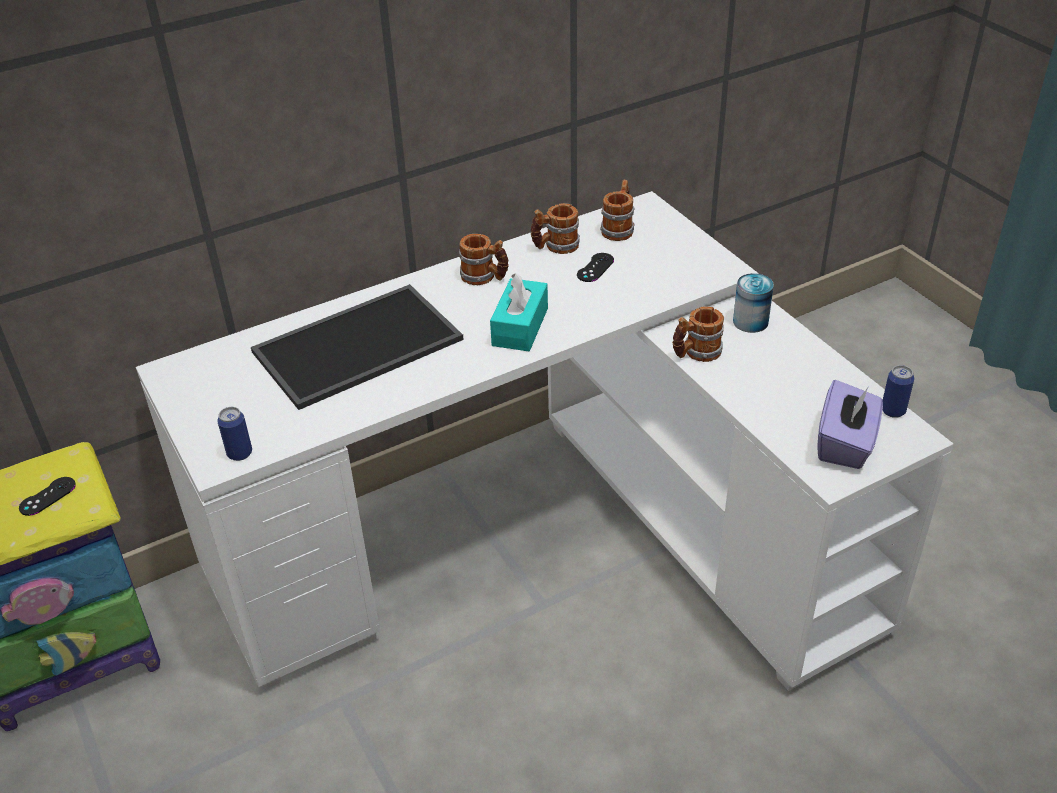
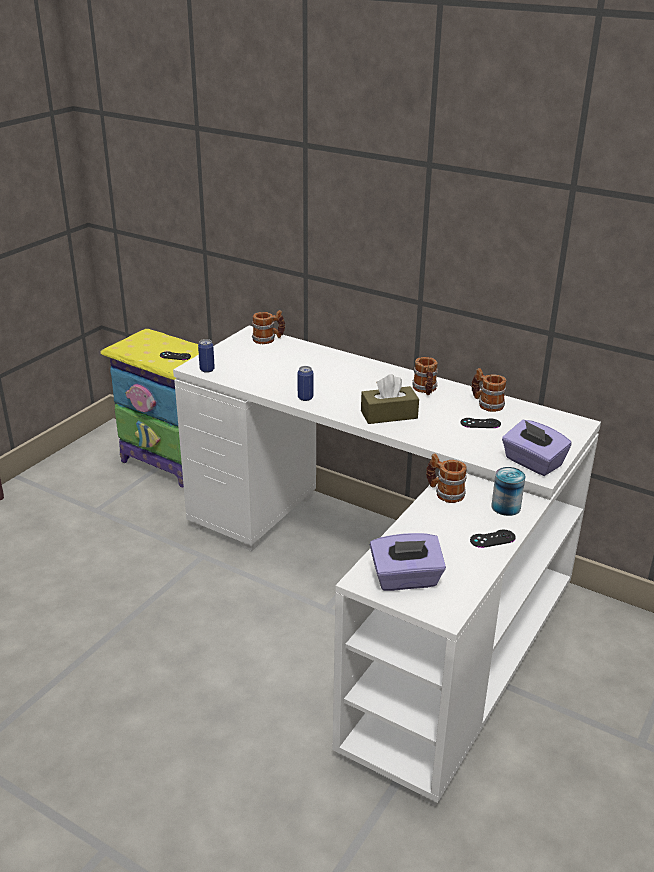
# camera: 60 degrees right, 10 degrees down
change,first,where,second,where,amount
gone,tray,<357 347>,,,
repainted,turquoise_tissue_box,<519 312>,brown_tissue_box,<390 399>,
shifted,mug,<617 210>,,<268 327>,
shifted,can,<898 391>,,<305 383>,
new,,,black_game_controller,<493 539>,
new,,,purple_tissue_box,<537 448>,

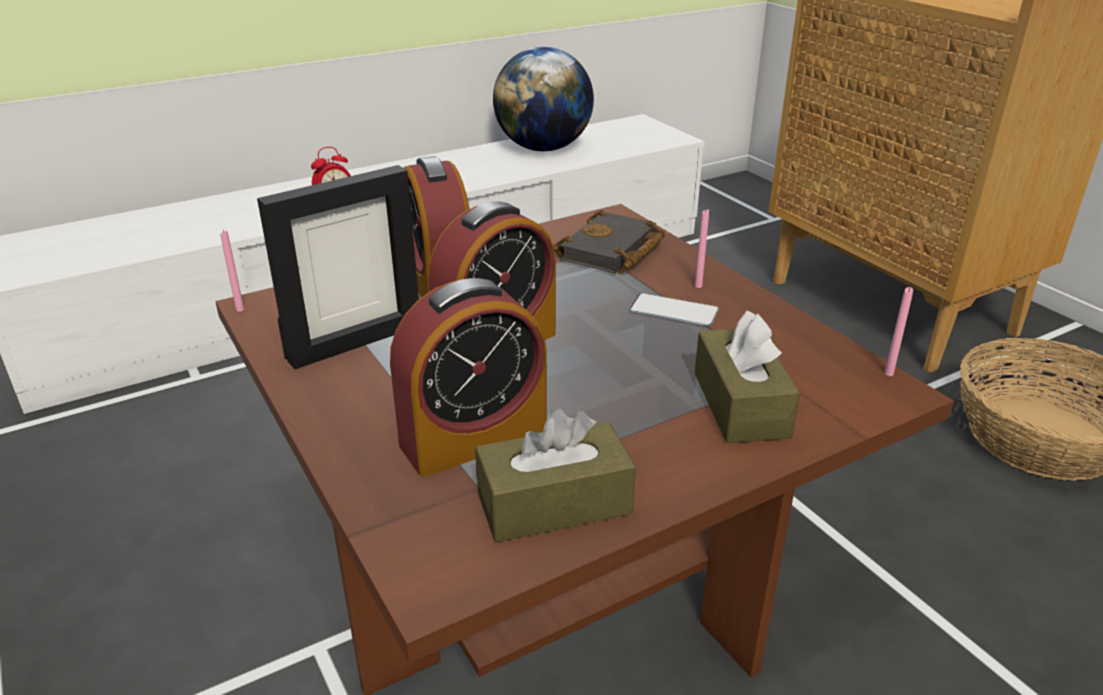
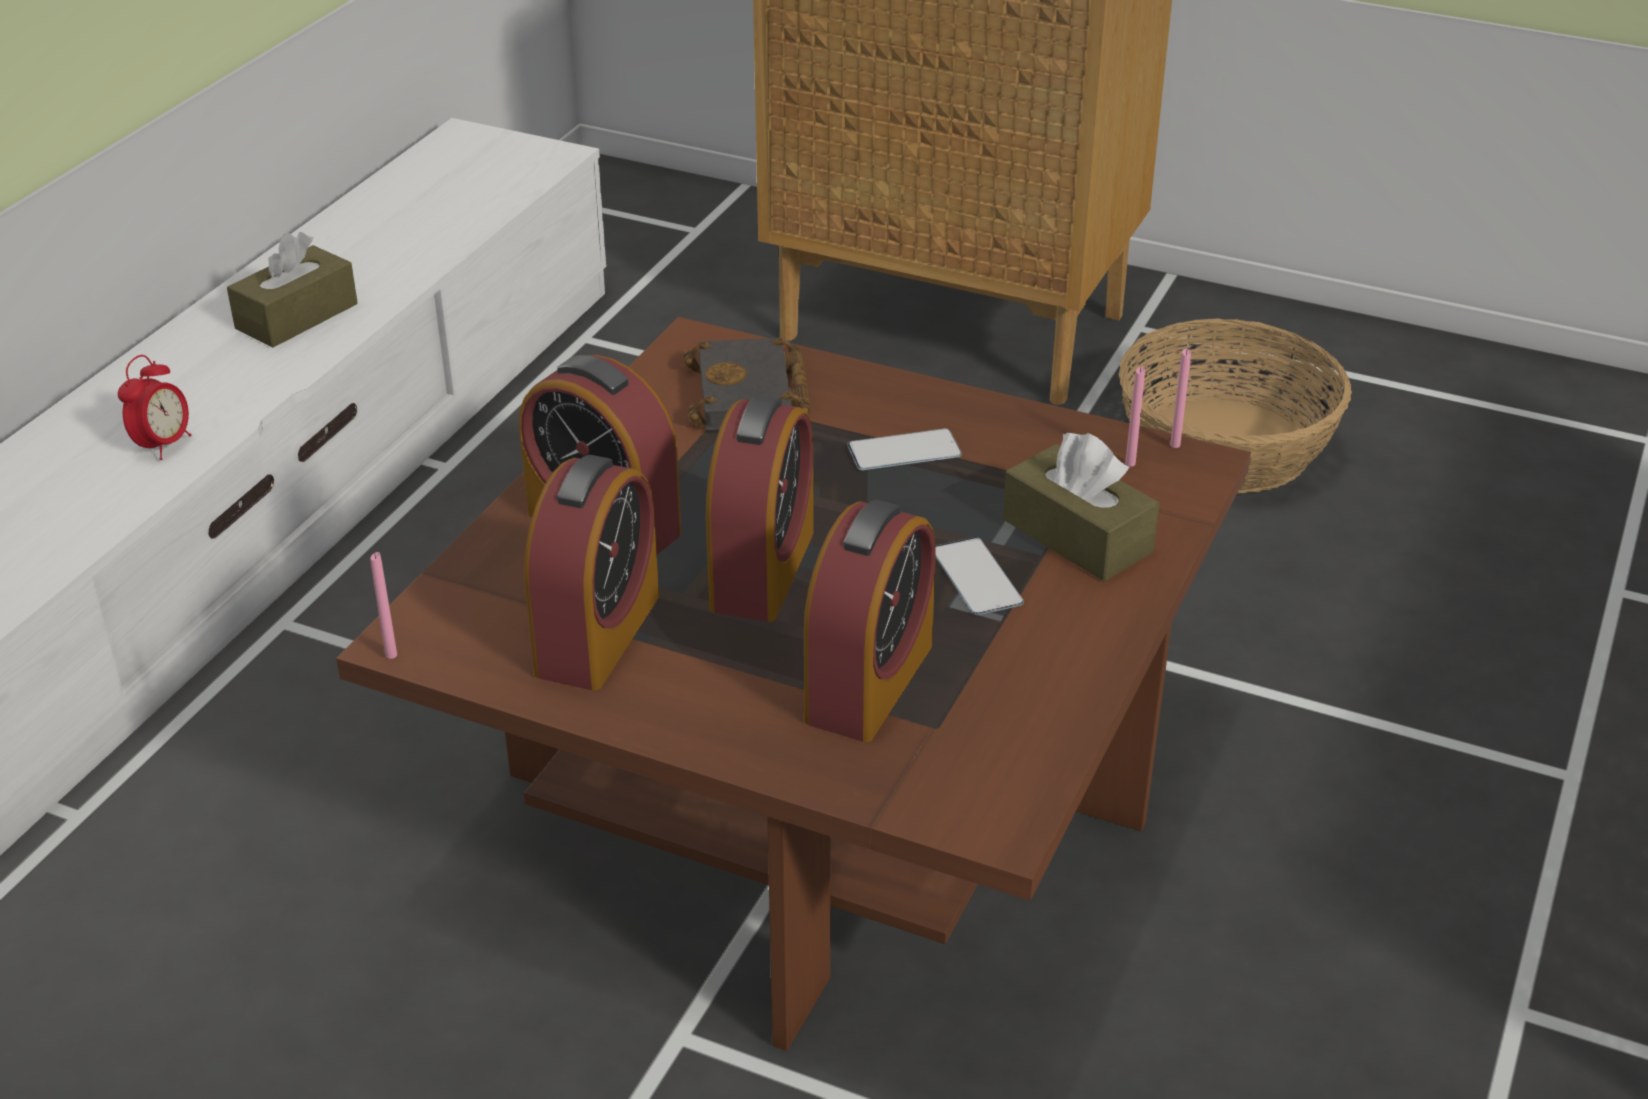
# camera: 35 degrees left, 5 degrees up
change,first,where,second,where,amount
swapped,picture_frame,<338 267>,alarm_clock,<591 573>,
shifted,brown_tissue_box,<555 476>,,<292 289>,
gone,globe,<543 99>,,,
shifted,pink_candle,<702 248>,,<1135 417>,
new,,,phone,<979 576>,

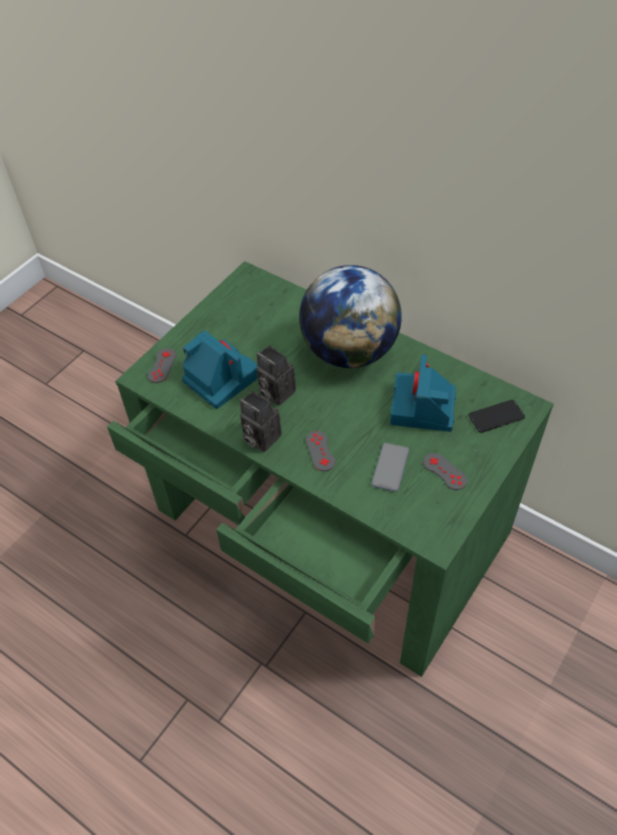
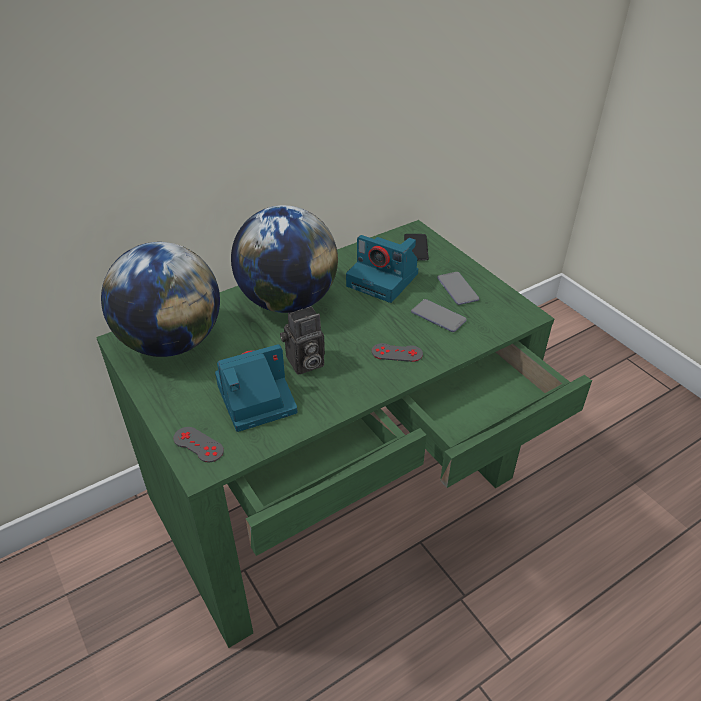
# camera: 70 degrees left, 10 degrees down
change,first,where,second,where,amount
gone,photo_camera,<261 421>,,,
swapped,grey_game_controller,<445 471>,phone,<458 288>,
new,,,globe,<160 299>,

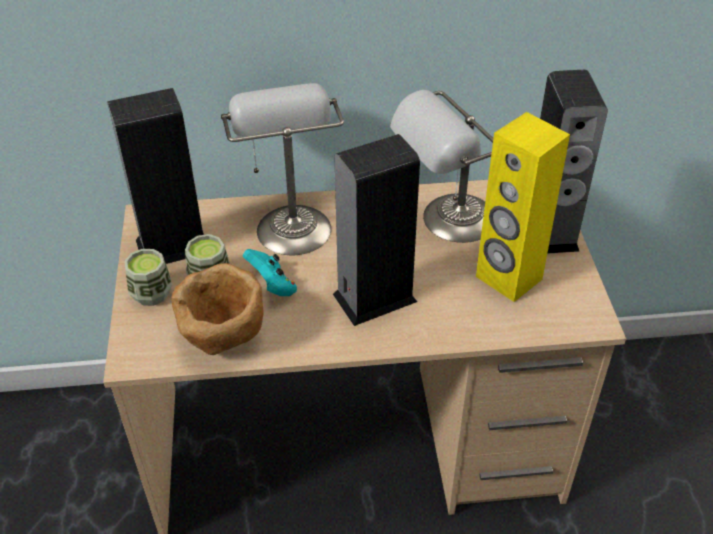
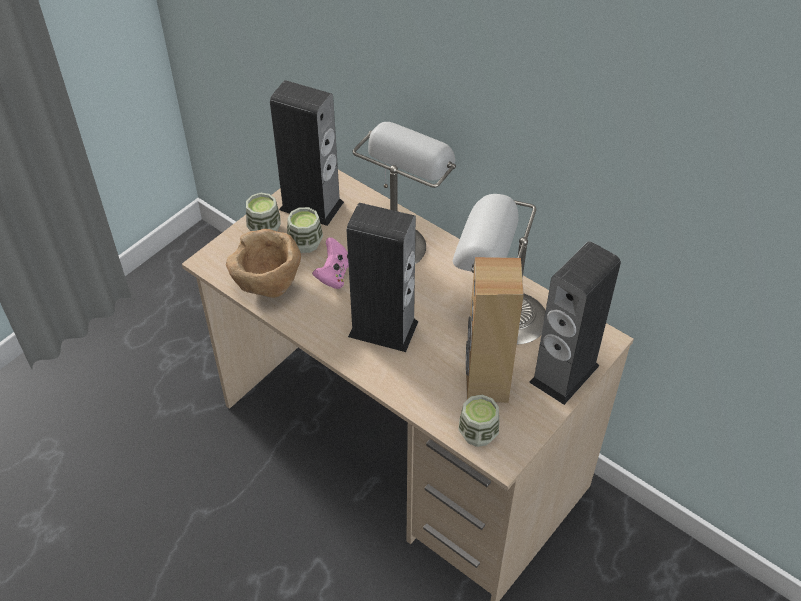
# camera: 45 degrees right, 5 degrees up
change,first,where,second,where,amount
repainted,turquoise_game_controller,<270 272>,pink_game_controller,<330 263>,
repainted,yellow_speaker,<523 207>,brown_speaker,<495 330>,
new,,,cup,<478 421>,

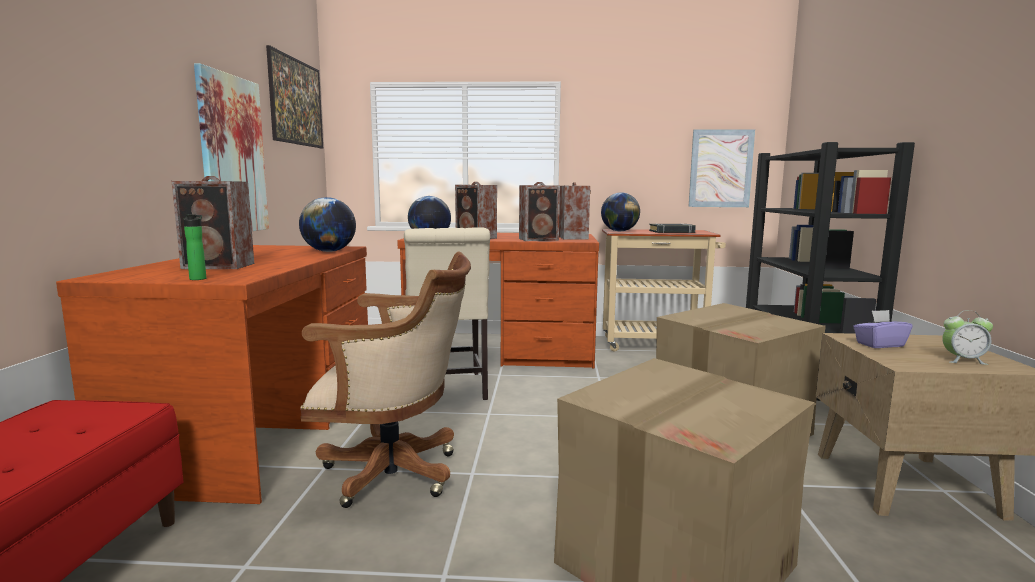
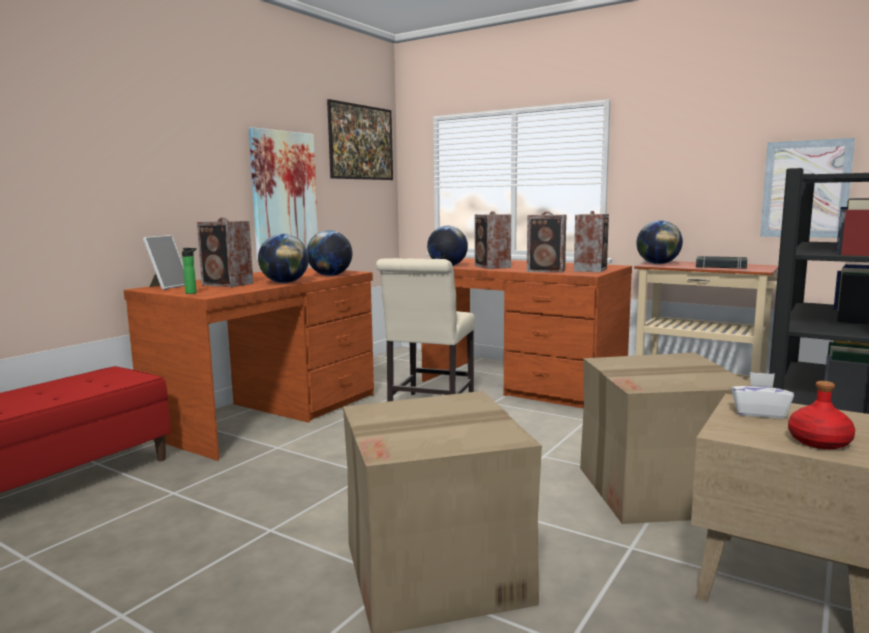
# camera: 30 degrees right, 0 degrees up
change,first,where,second,where,amount
gone,office_chair,<385 380>,,,
repainted,purple_tissue_box,<883 329>,white_tissue_box,<762 395>,
swapped,alarm_clock,<967 337>,red_bottle,<821 415>,
new,,,picture_frame,<164 262>,
new,,,globe,<283 258>,

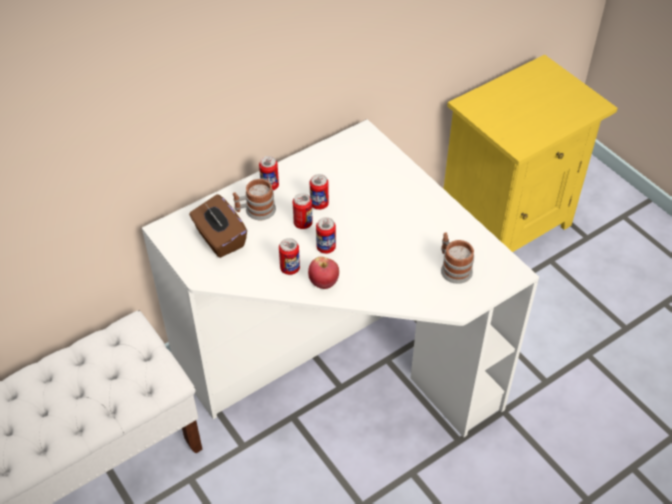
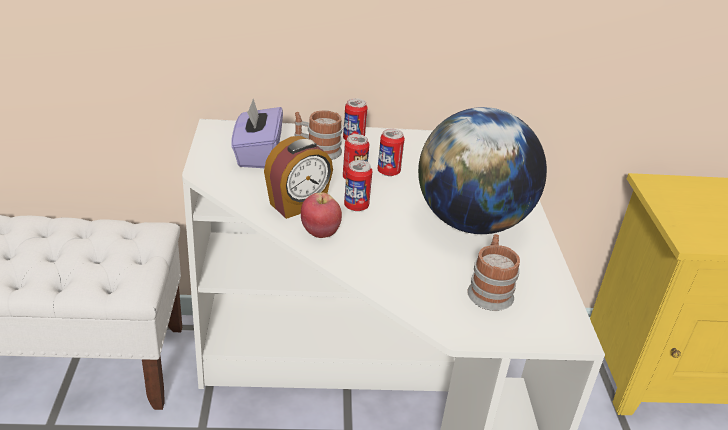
# camera: 30 degrees right, 15 degrees down
change,first,where,second,where,amount
repainted,brown_tissue_box,<218 226>,purple_tissue_box,<257 133>,
swapped,can,<289 256>,alarm_clock,<298 177>,
new,,,globe,<482 170>,

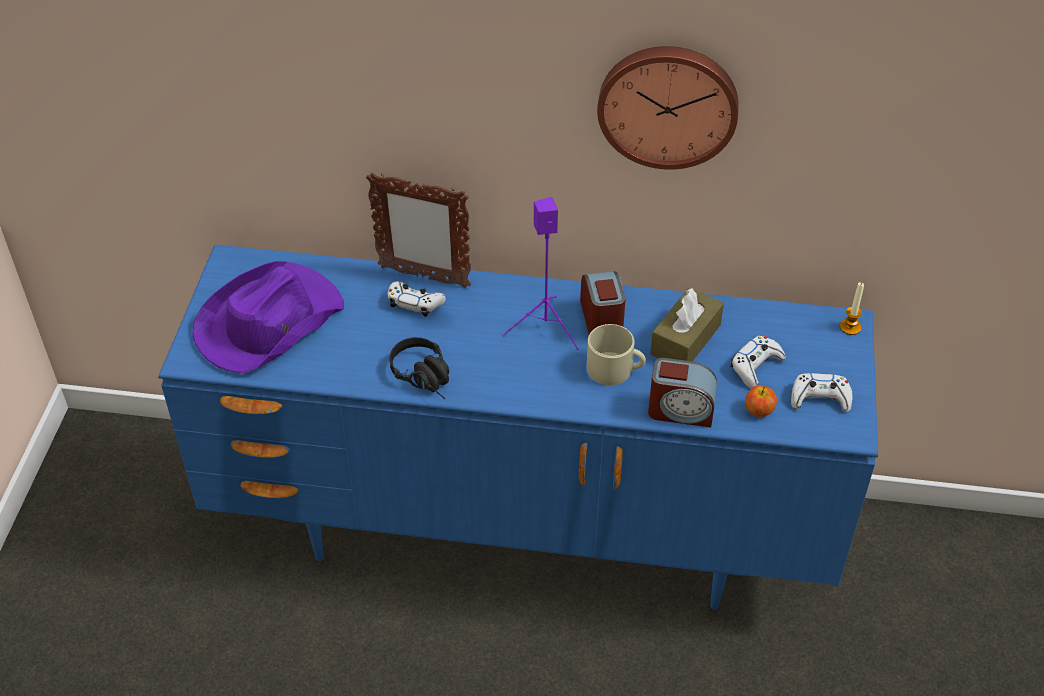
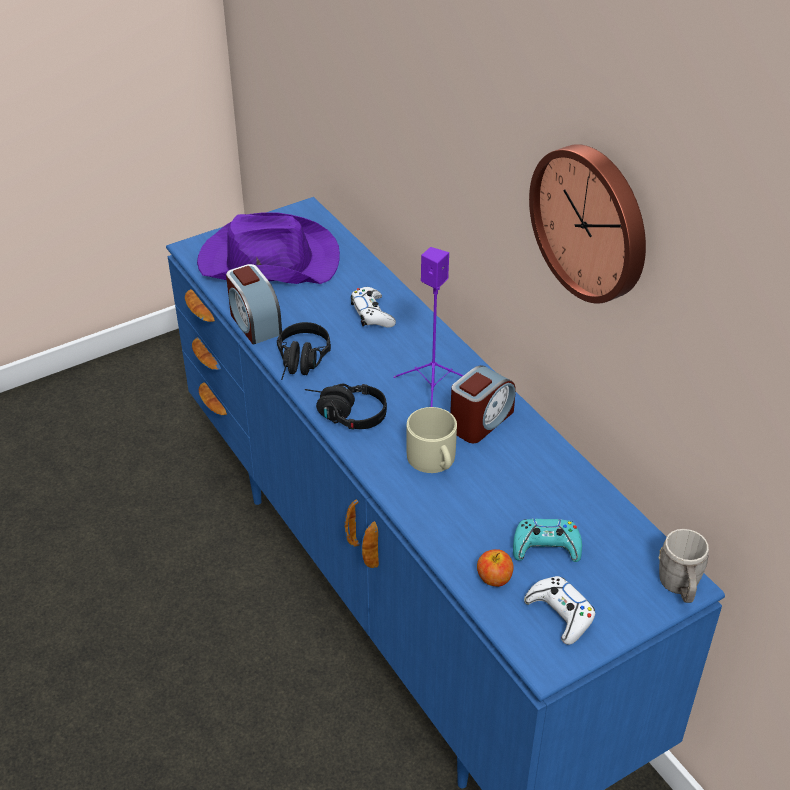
# camera: 50 degrees right, 5 degrees down
change,first,where,second,where,amount
gone,picture_frame,<418 230>,,,
shifted,alarm_clock,<682 392>,,<254 304>,
gone,brown_tissue_box,<687 324>,,,
repainted,white_game_controller,<758 362>,turquoise_game_controller,<547 540>,
swapped,candle,<852 308>,grey_mug,<683 566>,
new,,,black_headphones,<346 406>,

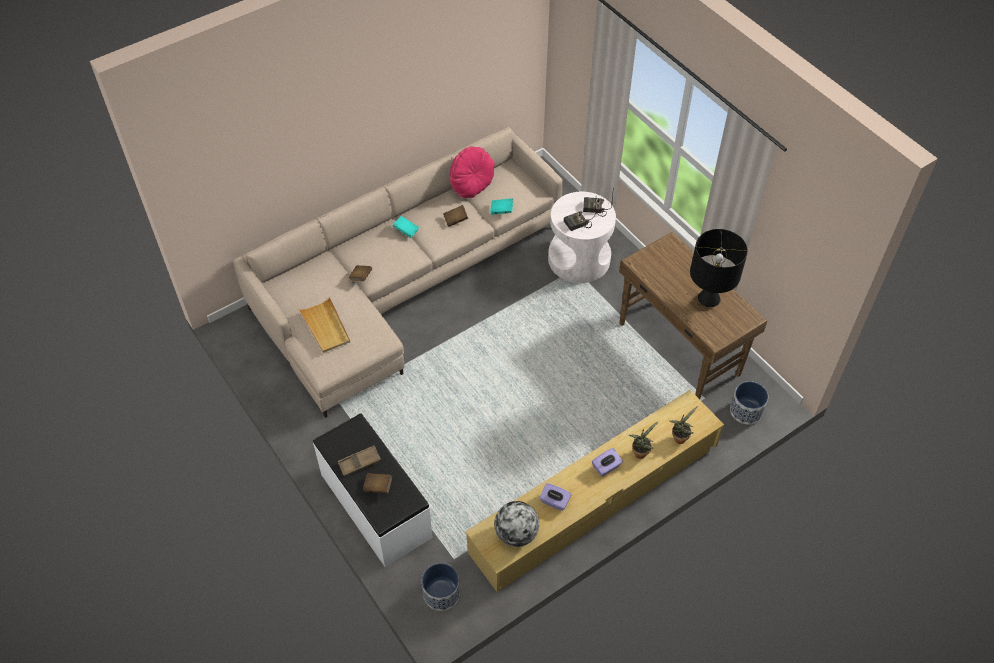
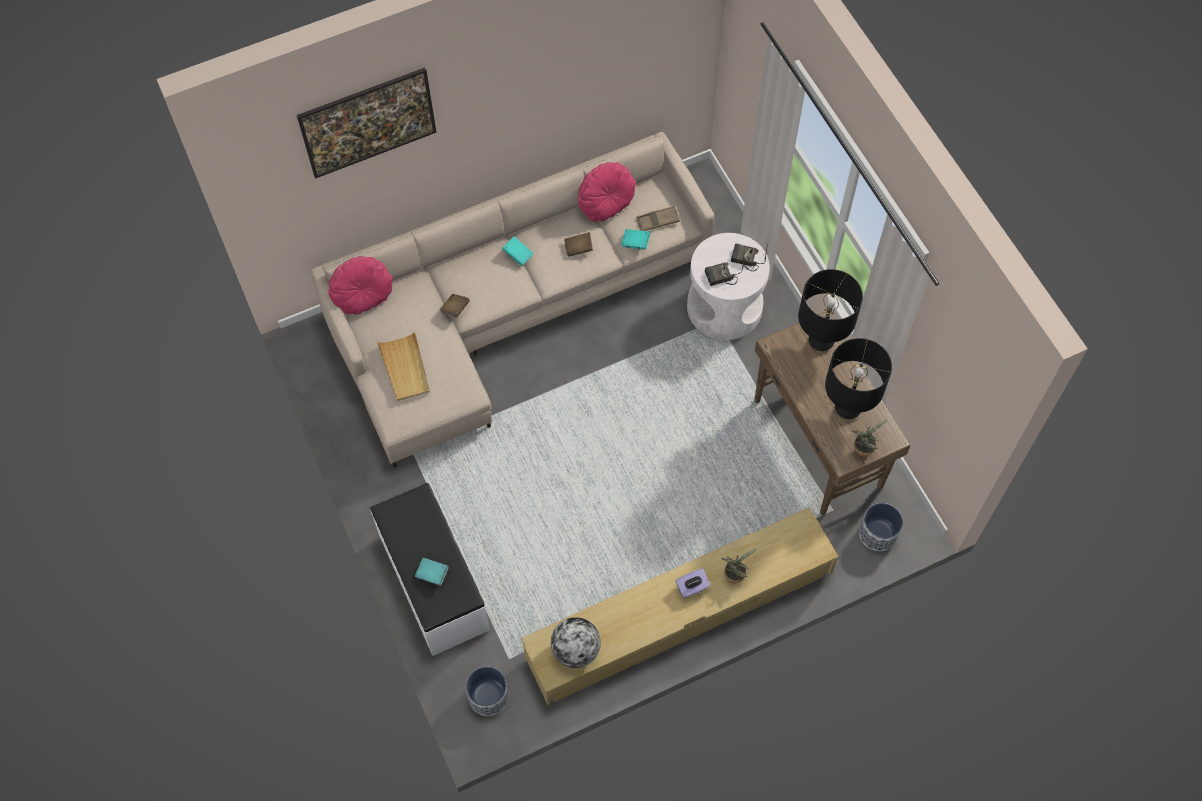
# camera: 10 degrees right, 10 degrees up
change,first,where,second,where,amount
shifted,brown_tray,<359 460>,,<658 218>,
repainted,brown_book,<377 483>,turquoise_book,<432 572>,
gone,purple_tissue_box,<555 497>,,,
shifted,potted_plant,<683 425>,,<870 438>,
new,,,picture,<367 123>,
new,,,pink_pillow,<360 285>,
new,,,black_table_lamp,<830 310>,

